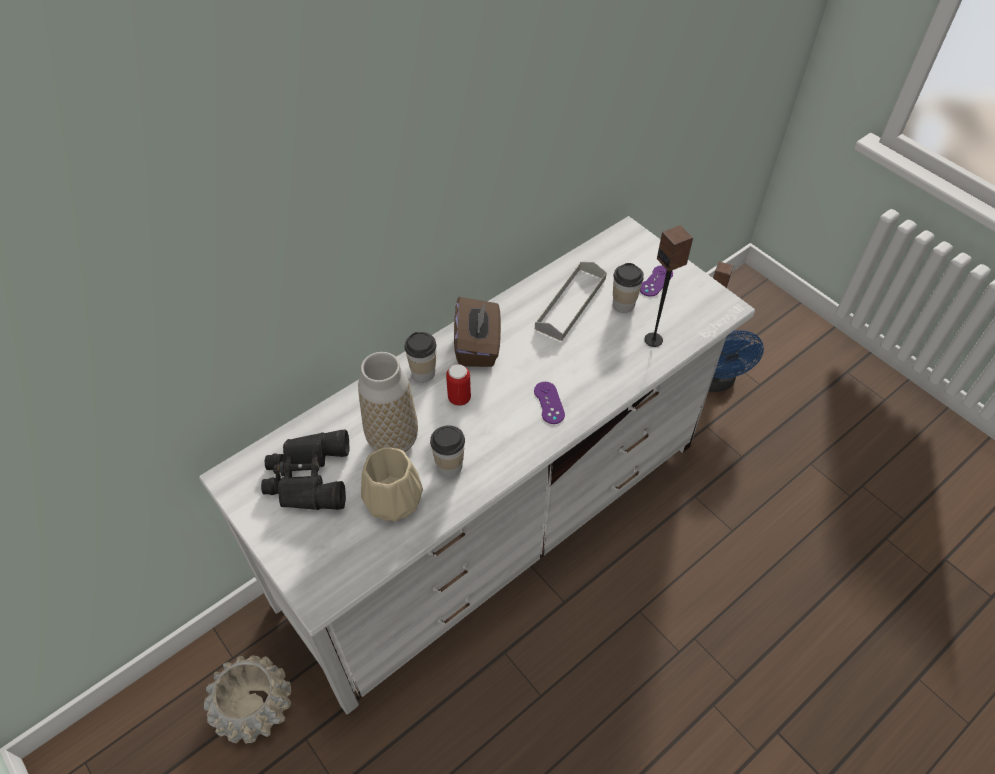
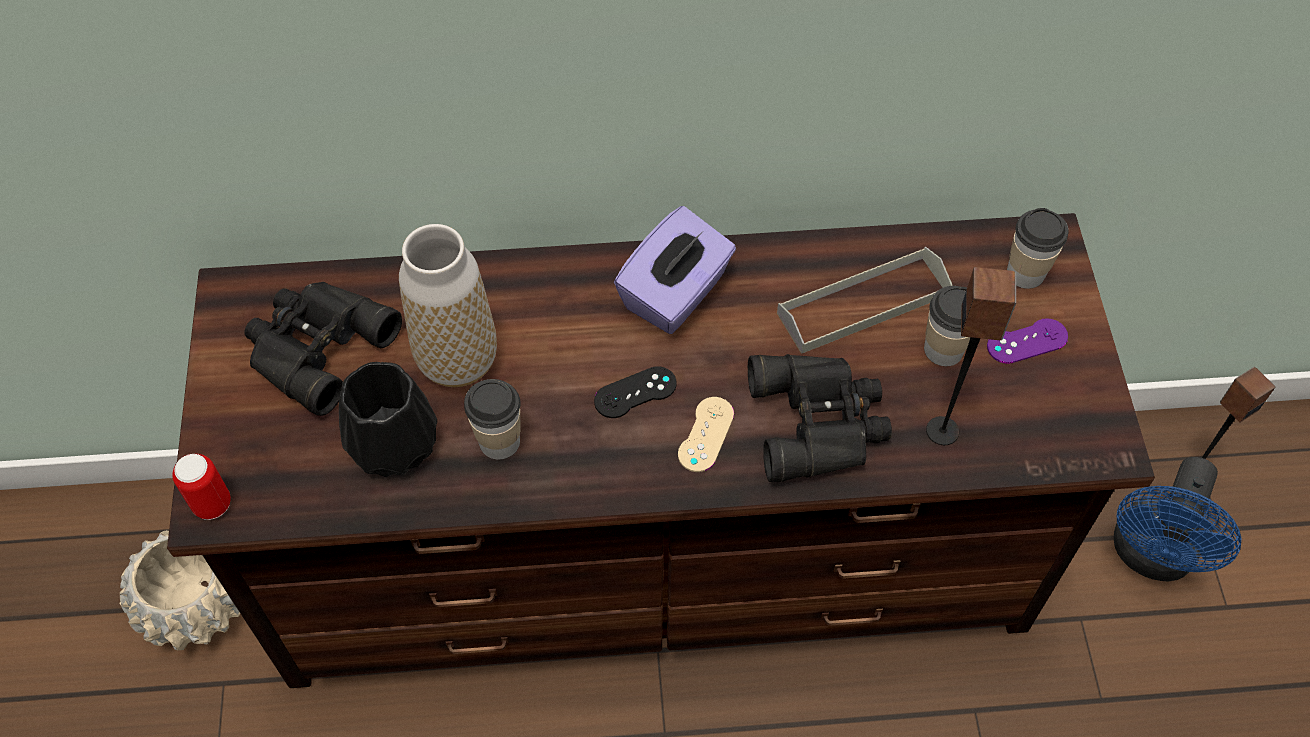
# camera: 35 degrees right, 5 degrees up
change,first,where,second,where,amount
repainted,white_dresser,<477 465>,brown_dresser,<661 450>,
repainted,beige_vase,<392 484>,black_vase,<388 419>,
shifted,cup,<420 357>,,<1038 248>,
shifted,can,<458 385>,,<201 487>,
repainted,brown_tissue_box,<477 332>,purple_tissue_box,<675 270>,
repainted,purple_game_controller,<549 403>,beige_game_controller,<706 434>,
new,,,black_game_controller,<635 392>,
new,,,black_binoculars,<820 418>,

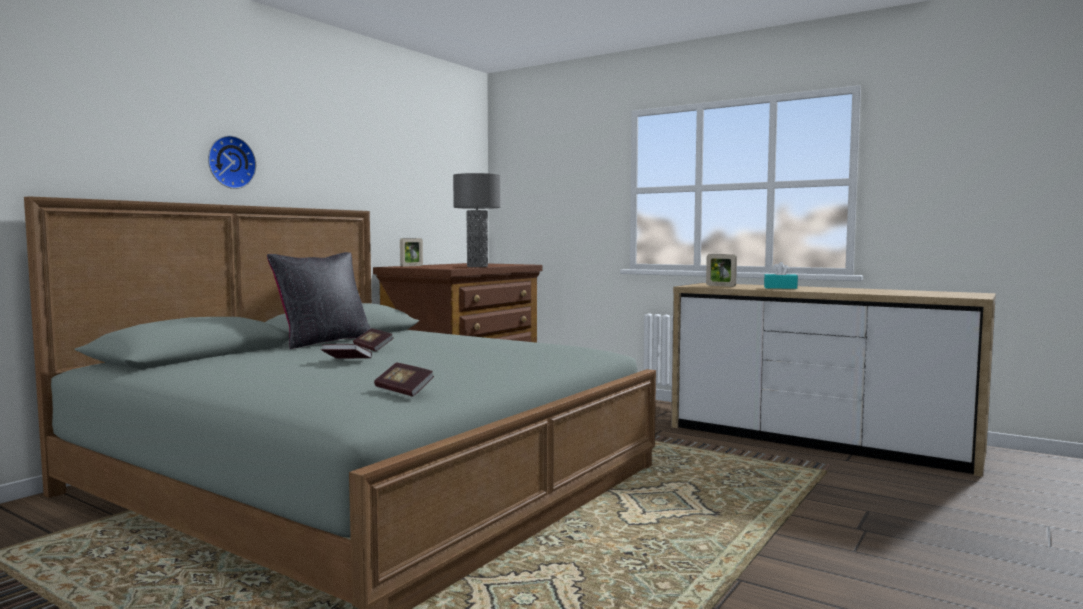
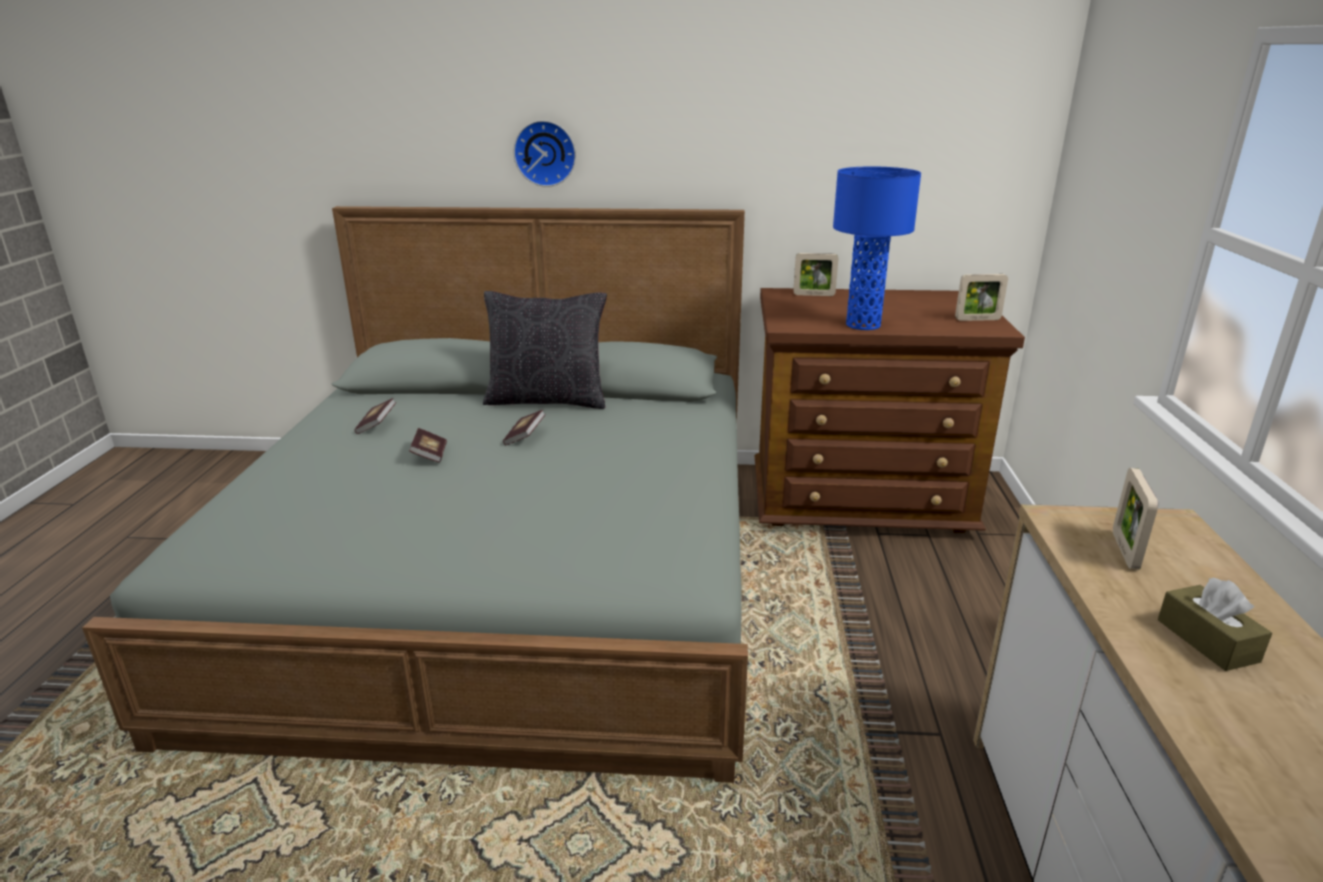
# camera: 60 degrees right, 20 degrees up
change,first,where,second,where,amount
shifted,book,<404 379>,,<375 416>,
repainted,grey_table_lamp,<476 220>,blue_table_lamp,<877 248>,
repainted,turquoise_tissue_box,<781 275>,brown_tissue_box,<1215 624>,
new,,,picture_frame,<981 297>,

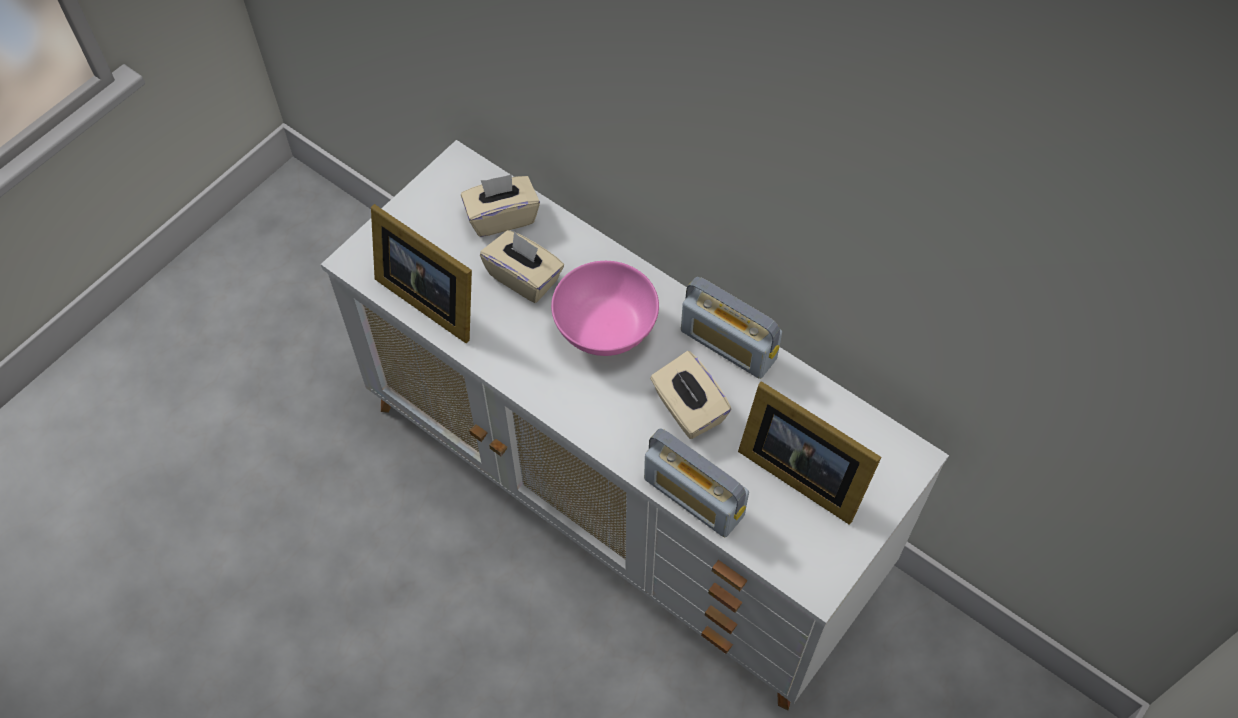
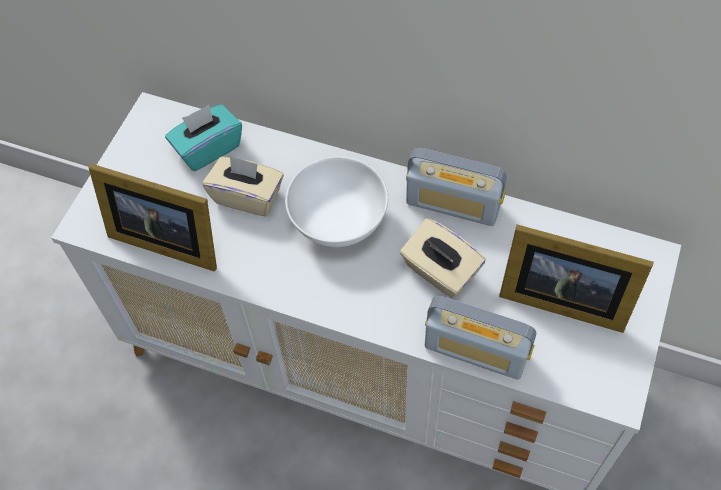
# camera: 15 degrees left, 0 degrees up
change,first,where,second,where,amount
repainted,beige_tissue_box,<500 205>,turquoise_tissue_box,<203 137>,
repainted,pink_bowl,<605 308>,white_bowl,<336 201>,

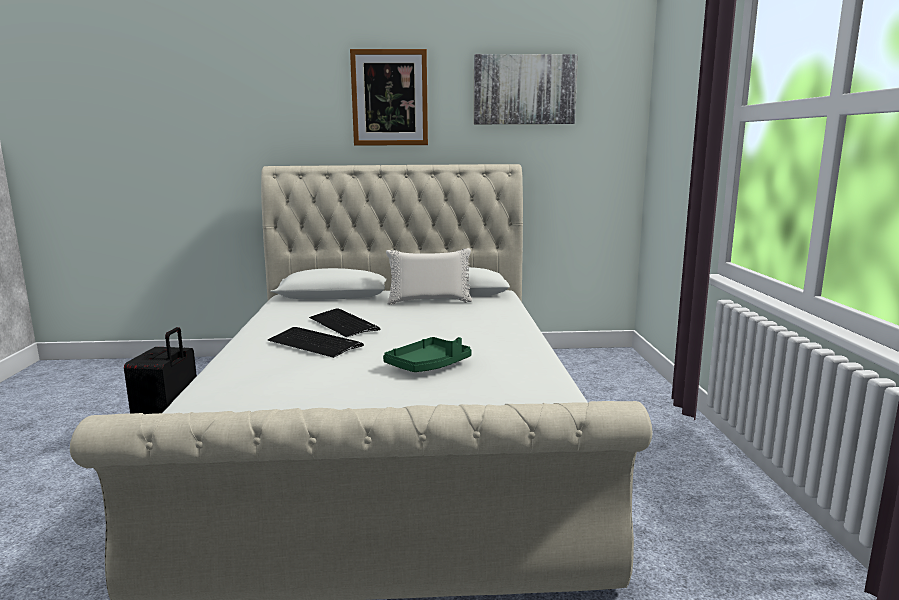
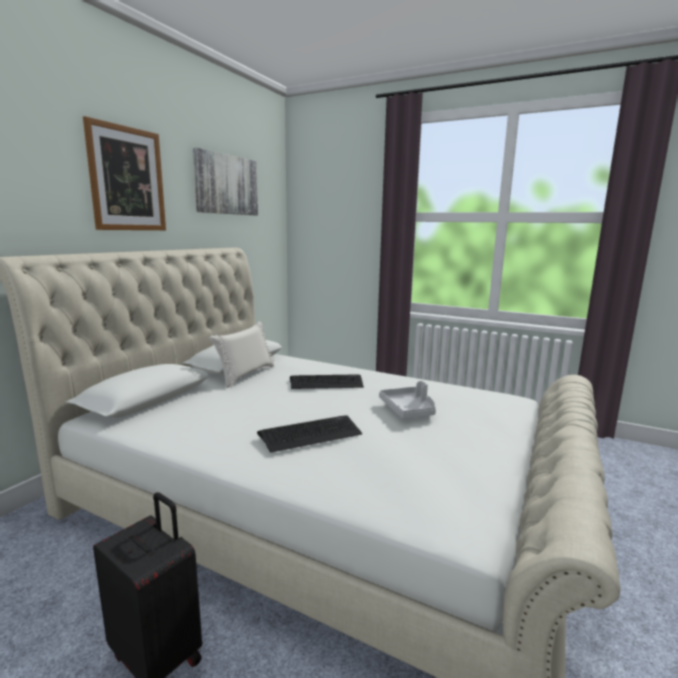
# camera: 60 degrees left, 0 degrees up
change,first,where,second,where,amount
shifted,keyboard,<345 322>,,<327 382>,
repainted,green_tray,<427 354>,grey_tray,<407 400>,

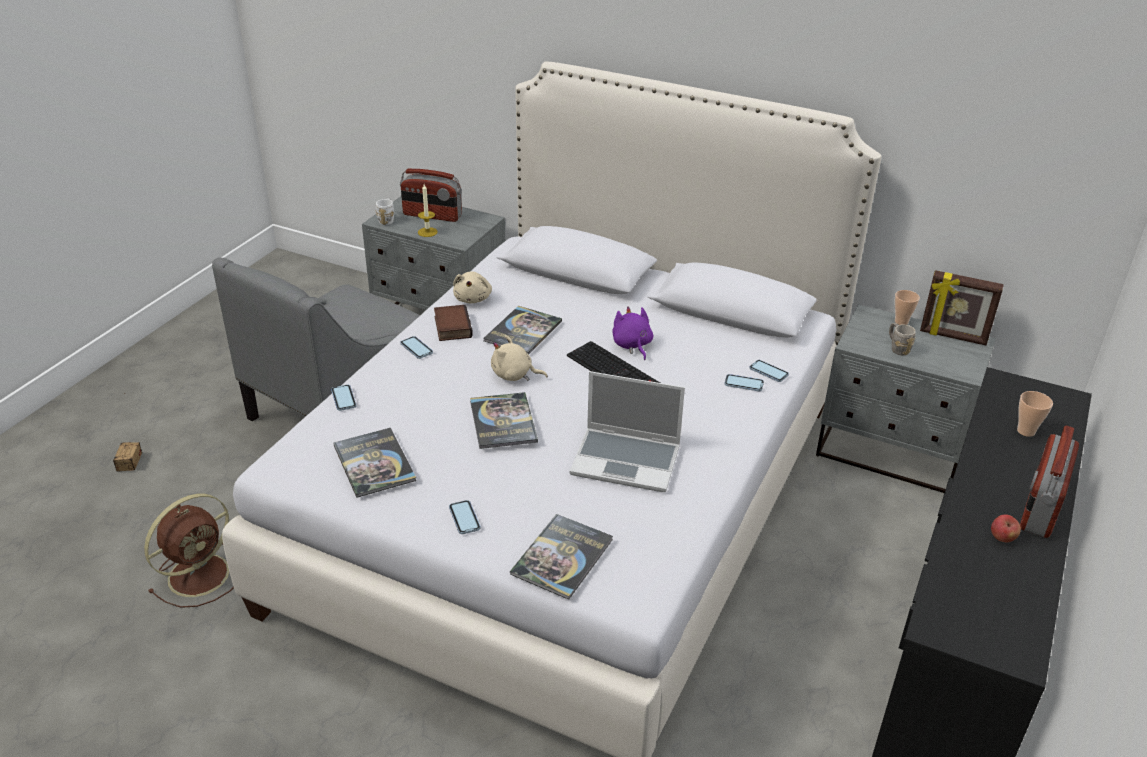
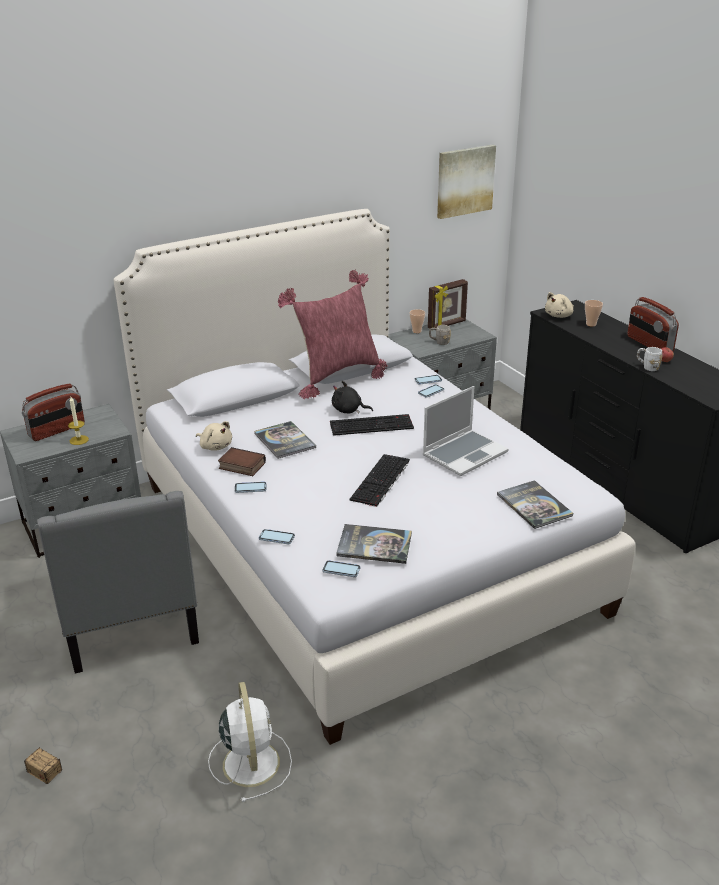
# camera: 55 degrees left, 5 degrees down
change,first,where,second,where,amount
repainted,brown_fan,<189 551>,white_fan,<250 742>,
shifted,white_mug,<384 211>,,<650 359>,
shifted,phone,<464 517>,,<341 568>,
swapped,book,<504 420>,keyboard,<379 480>,
shifted,beige_plush_toy,<519 358>,,<559 305>,
repainted,purple_plush_toy,<632 333>,black_plush_toy,<352 397>,
new,,,red_pillow,<333 334>,
new,,,picture,<466 182>,

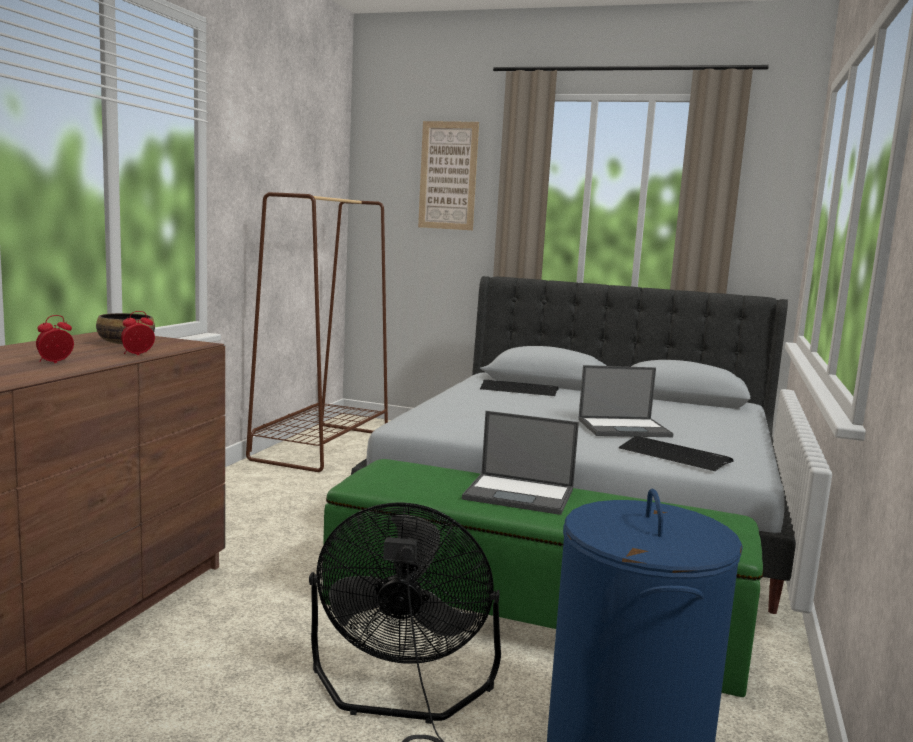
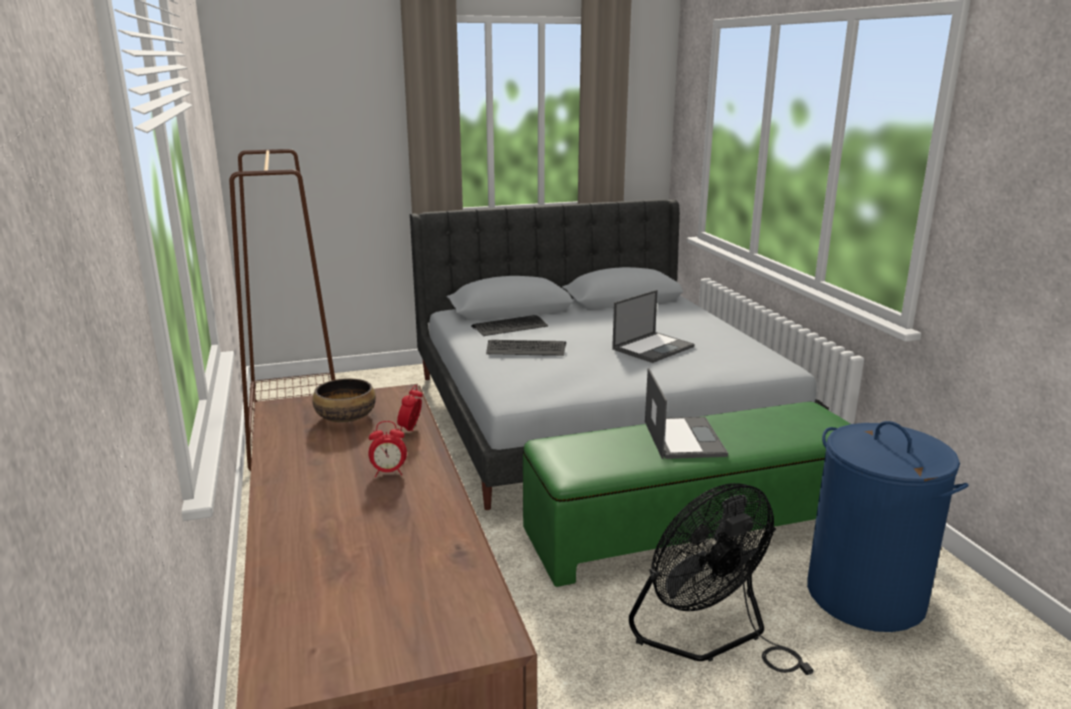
# camera: 35 degrees left, 10 degrees up
change,first,where,second,where,amount
rotated,alarm_clock,<55 339>,,<387 449>,105 degrees counterclockwise
gone,picture,<448 175>,,,
rotated,laptop,<520 463>,,<686 413>,75 degrees counterclockwise
shifted,keyboard,<676 453>,,<526 348>,

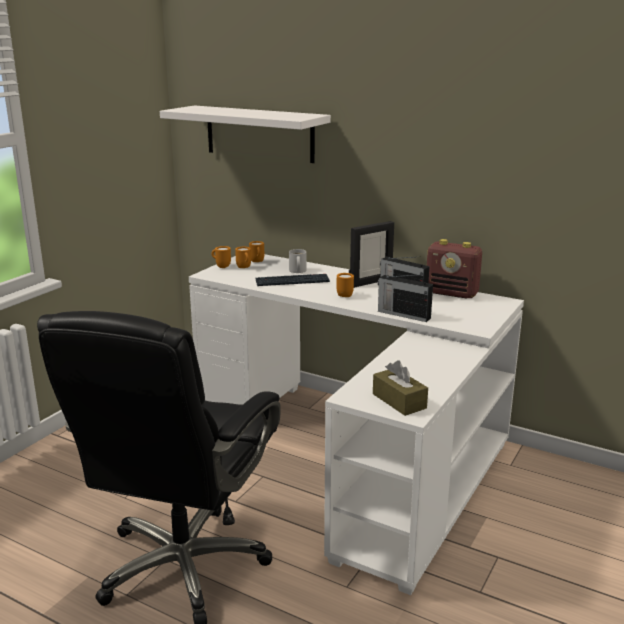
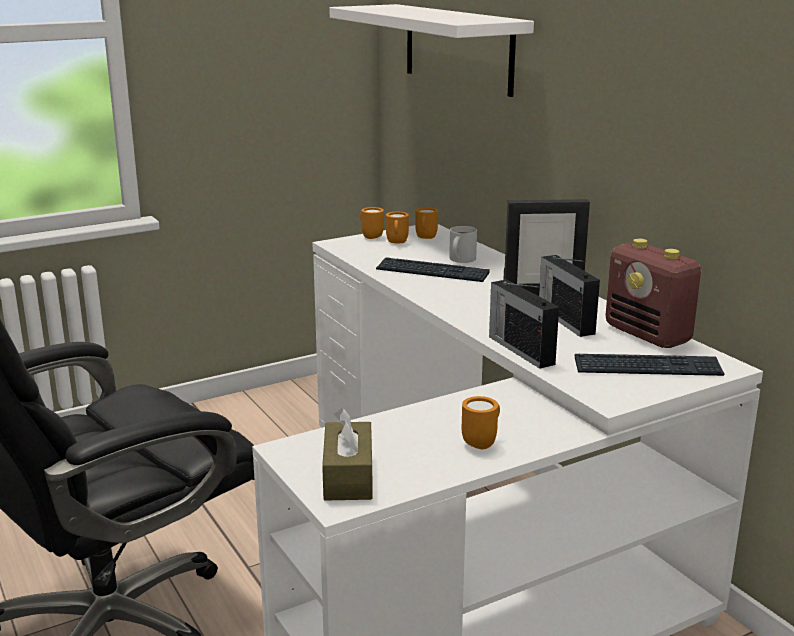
# camera: 30 degrees right, 0 degrees up
change,first,where,second,where,amount
shifted,orange_mug,<345 285>,,<481 422>,
new,,,keyboard,<650 365>,

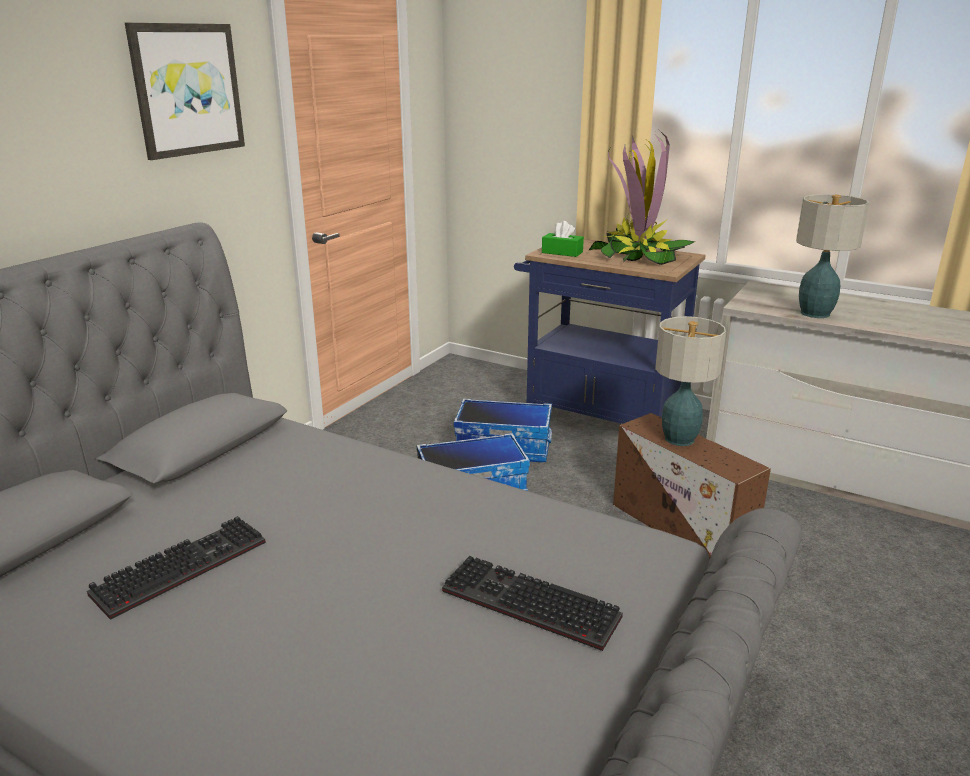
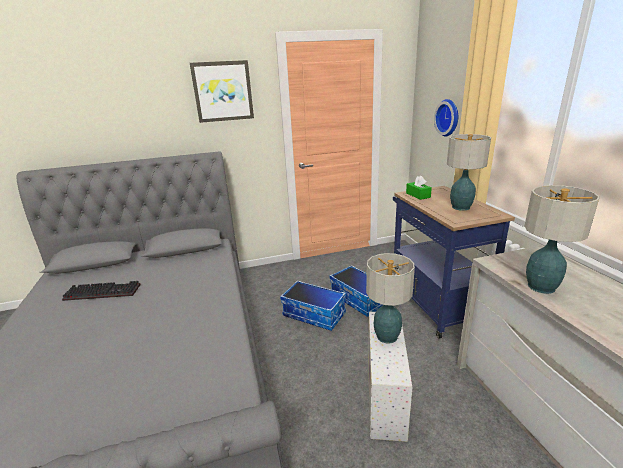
# camera: 45 degrees right, 0 degrees up
change,first,where,second,where,amount
gone,keyboard,<532 603>,,,
swapped,potted_plant,<641 197>,table_lamp,<469 172>,
repainted,brown_storage_box,<692 485>,white_storage_box,<390 377>,
new,,,wall_clock,<446 118>,

